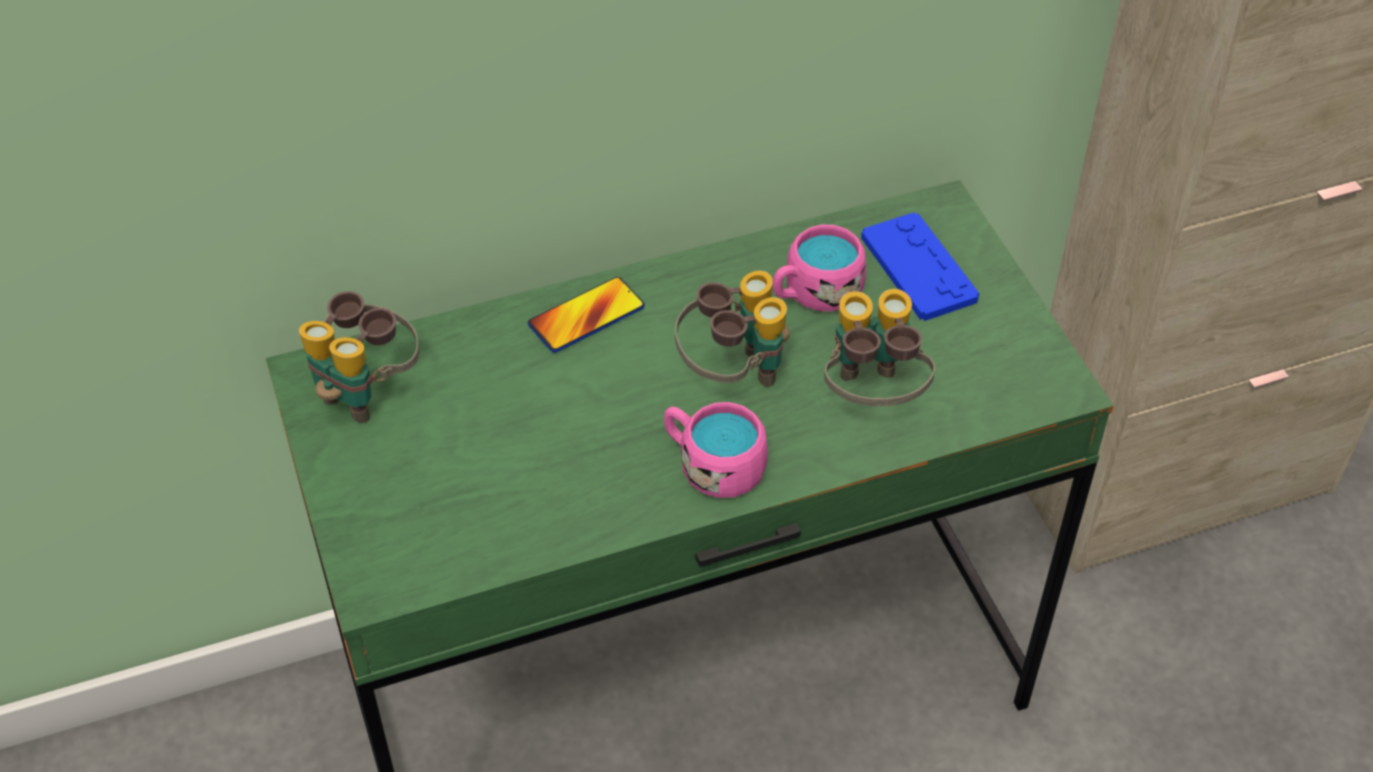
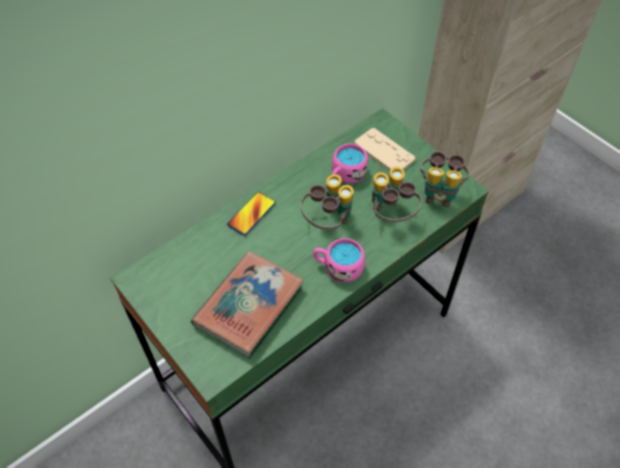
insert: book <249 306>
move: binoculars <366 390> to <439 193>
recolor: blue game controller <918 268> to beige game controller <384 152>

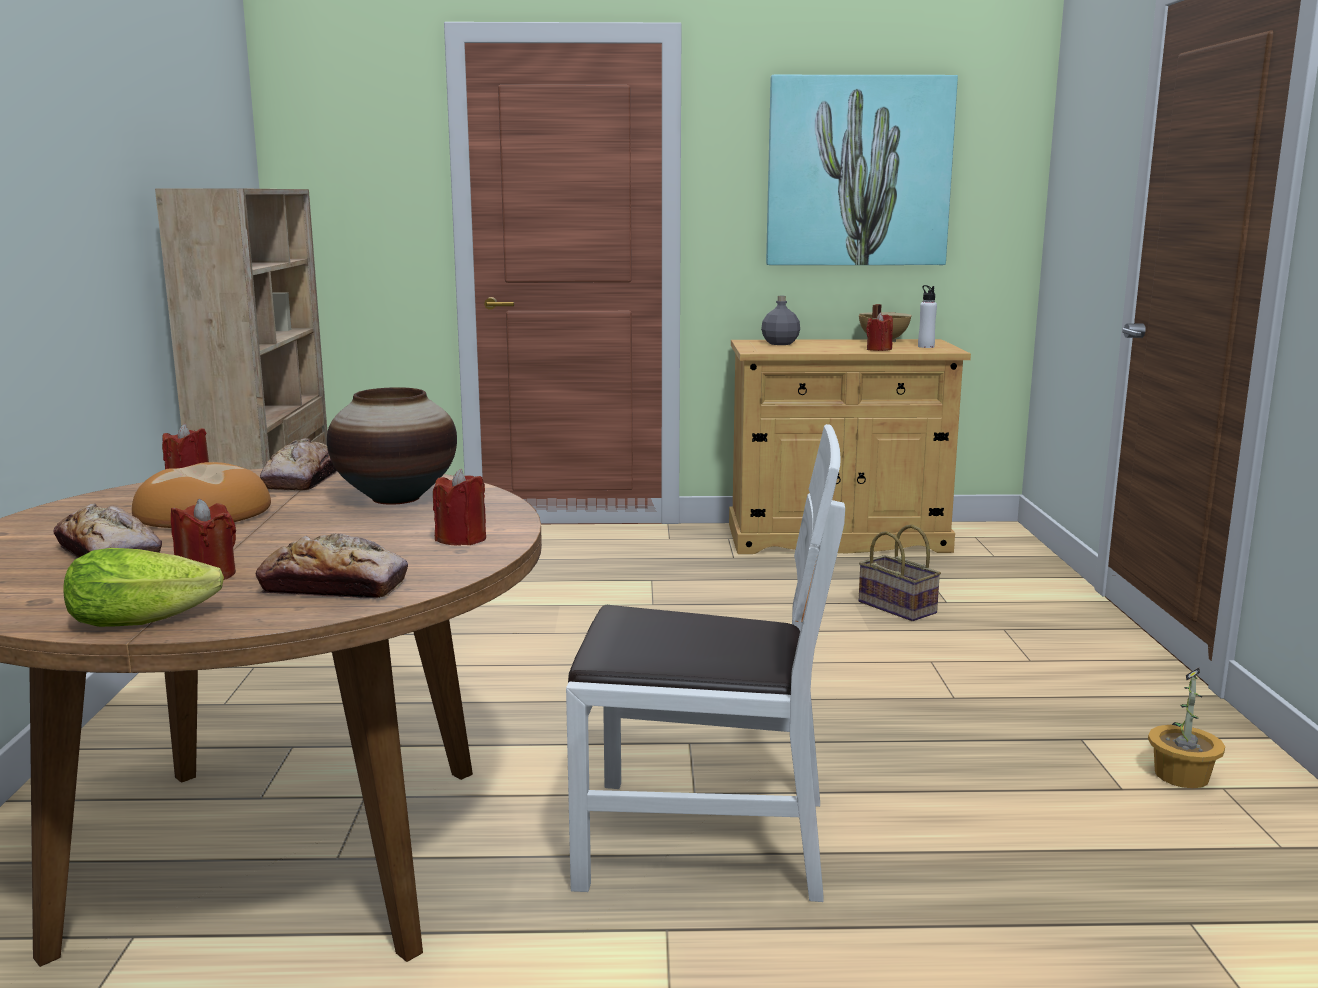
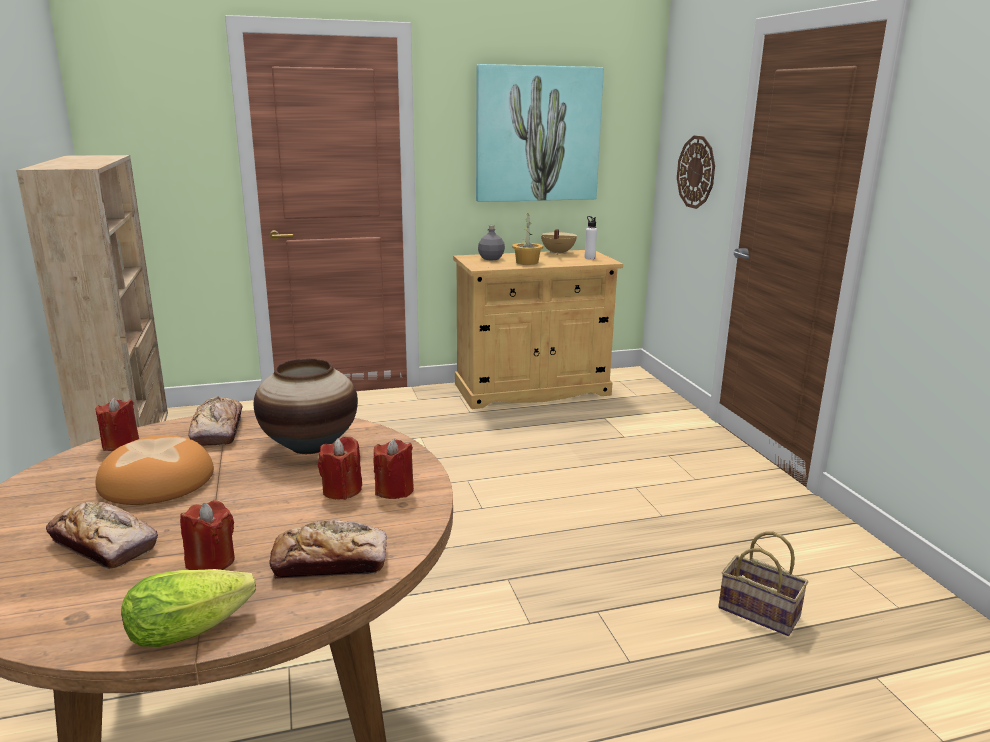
delete: white chair <702 839>
insert: wall clock <696 172>
move: red candle <879 349> to <342 490>; basket <899 607> to <761 612>; potted plant <1182 776> to <527 262>

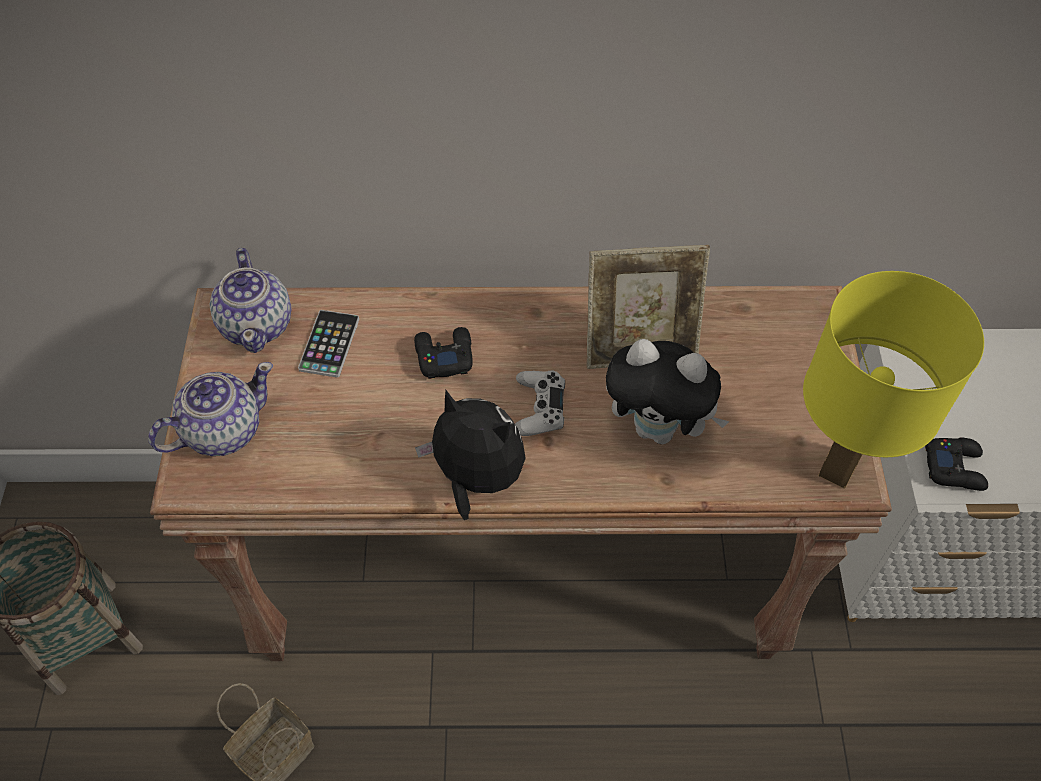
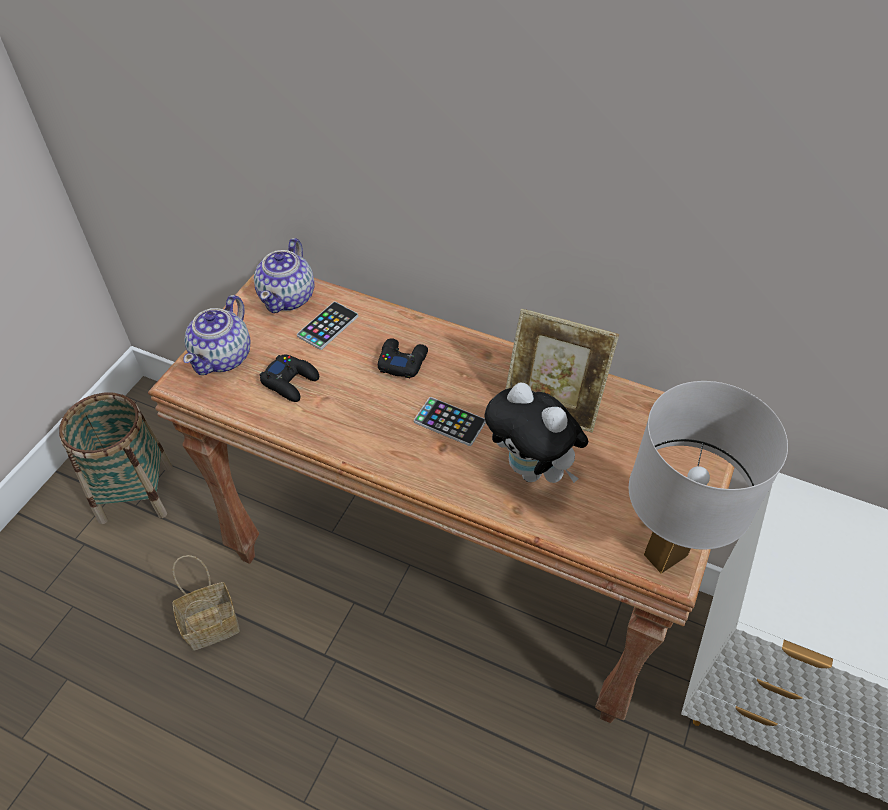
delete: plush toy <476 478>
move: black game controller <955 467> to <291 382>
replace: white game controller <539 408> to phone <449 422>
recolor: yellow table lamp <839 468> to white table lamp <665 556>
rotate: teapot <222 430> = <223 357> 120 degrees clockwise

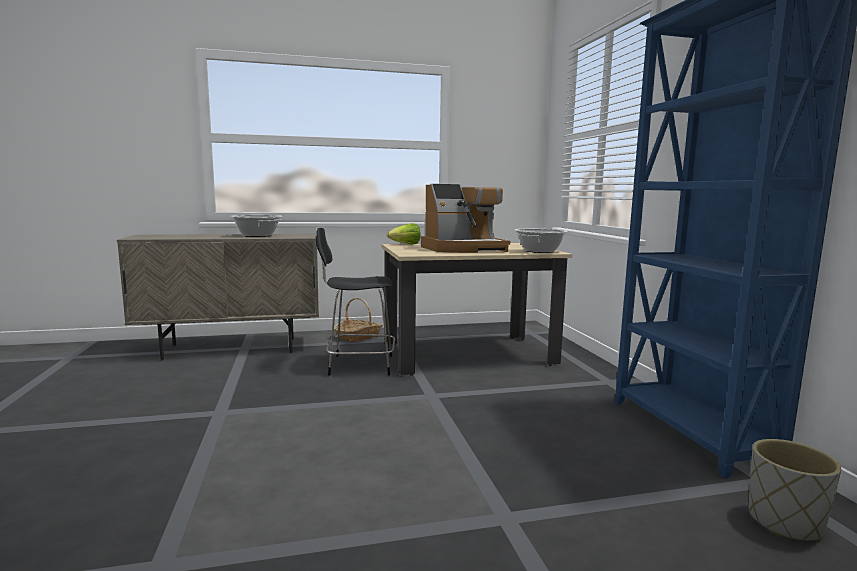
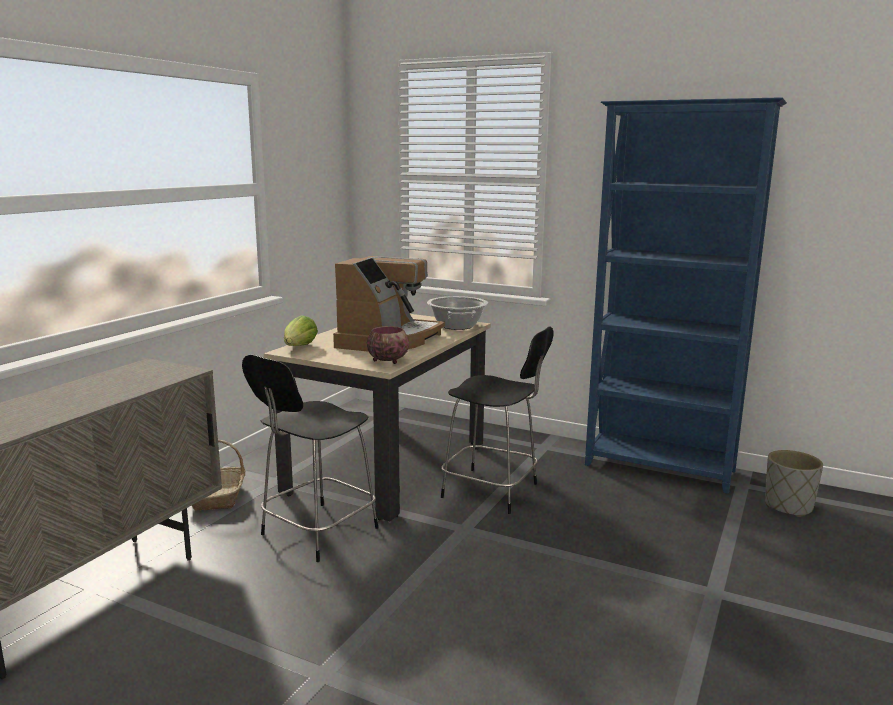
delete: cooking pot <257 235>
insert: bowl <388 361>; black chair <493 491>

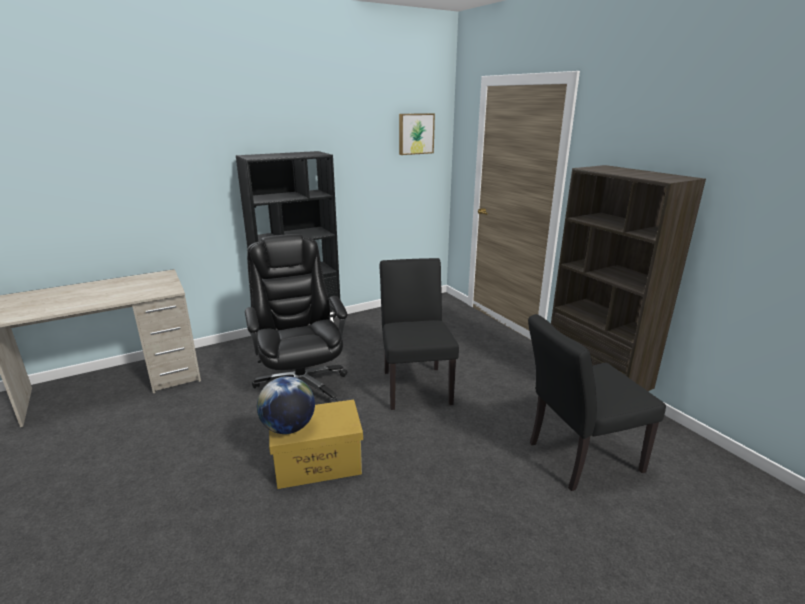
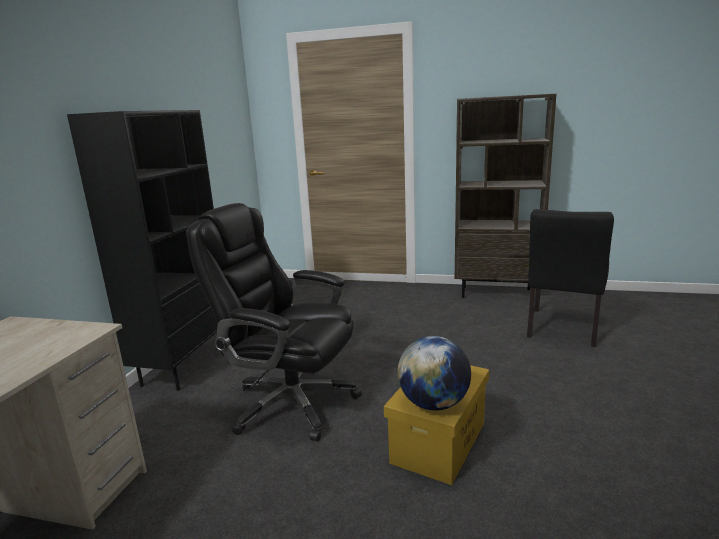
delete: picture <415 134>; black chair <415 383>

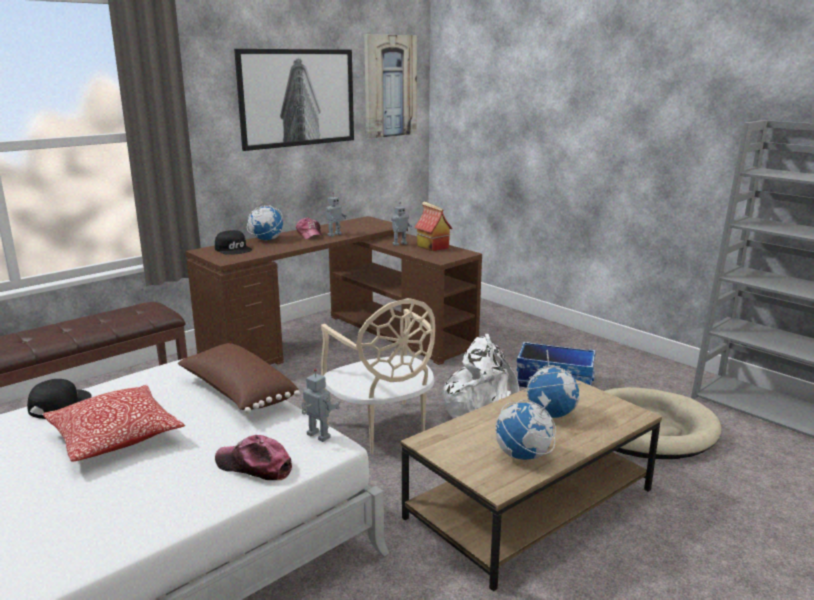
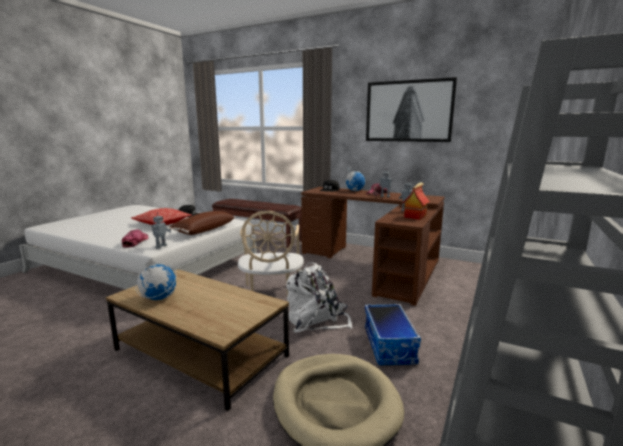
delete: picture <390 86>; globe <551 414>
rotate: beige chair <381 429> = <271 294> 45 degrees counterclockwise

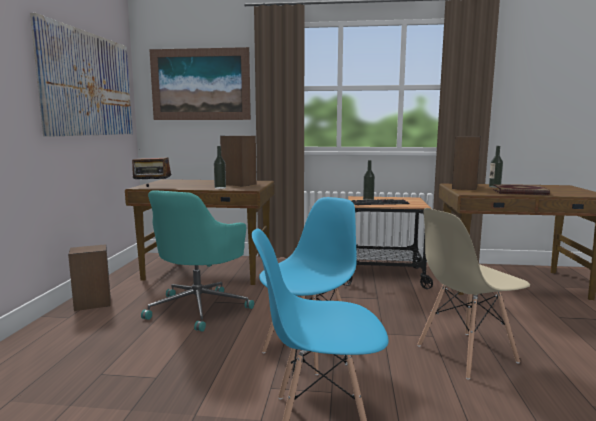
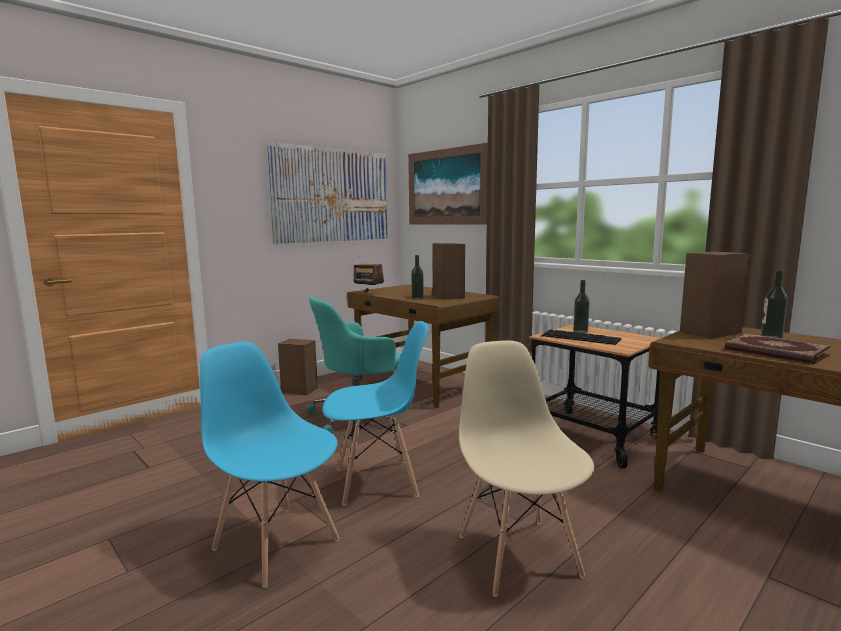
rotate: beige chair <465 354> = <518 554> 60 degrees clockwise

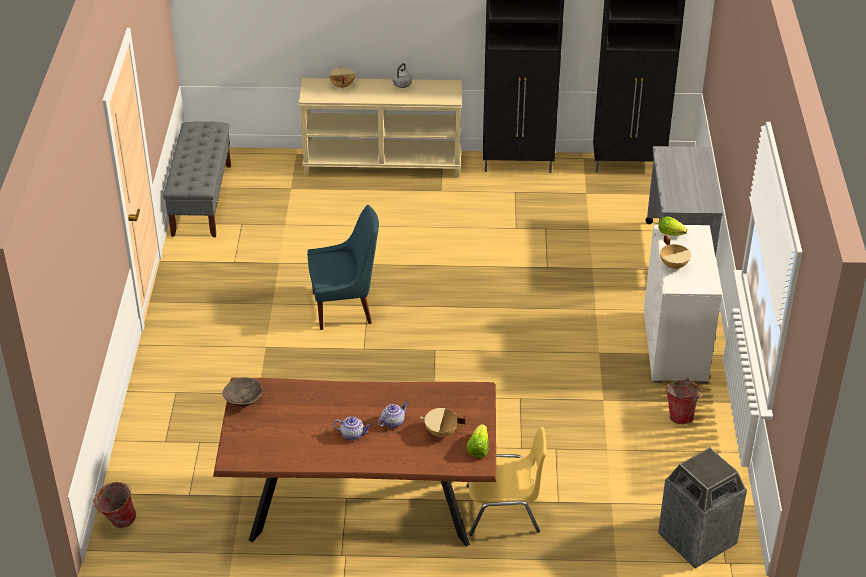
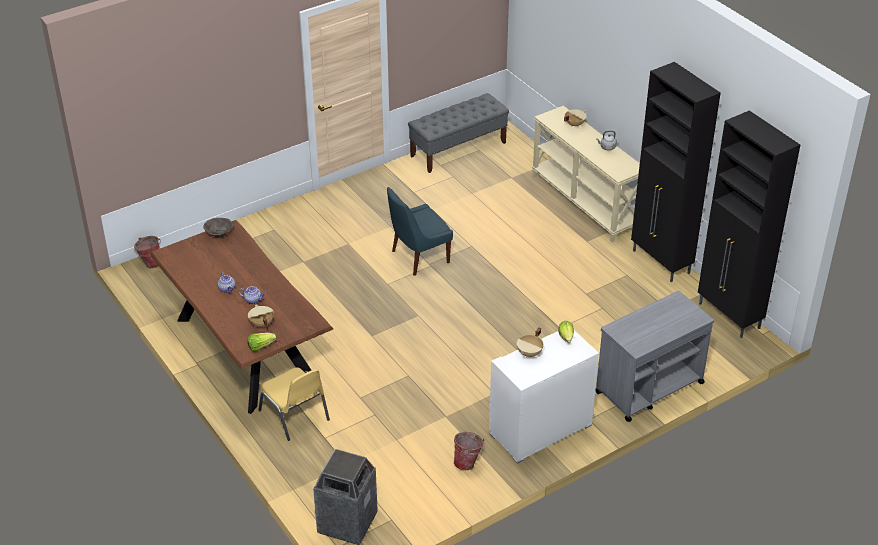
rotate: blue chair <345 308> = <418 257> 105 degrees clockwise

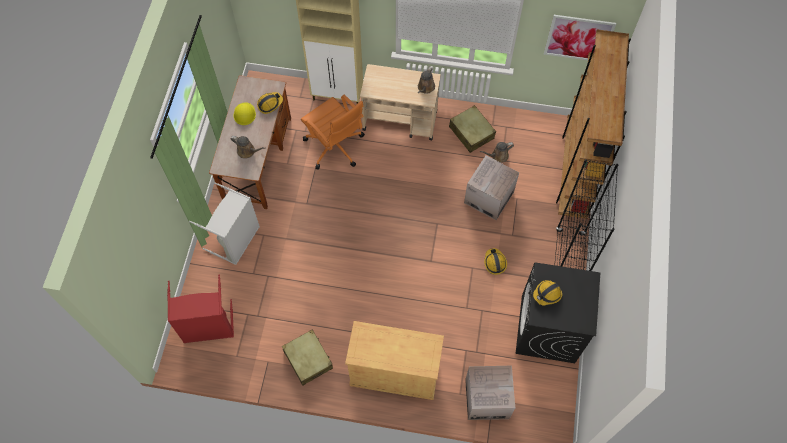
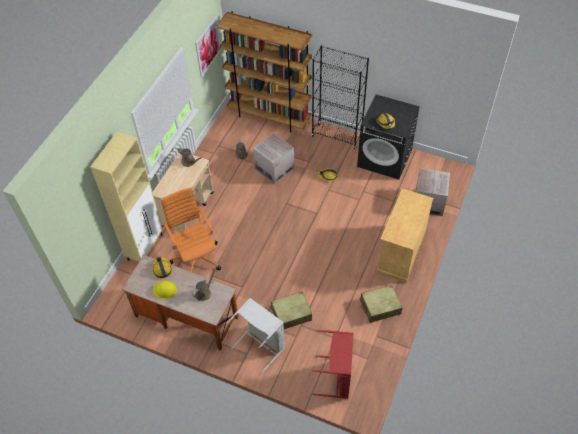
move: beige suitcase <471 133> to <291 314>
rotate: orange office chair <335 147> = <196 257> 90 degrees counterclockwise

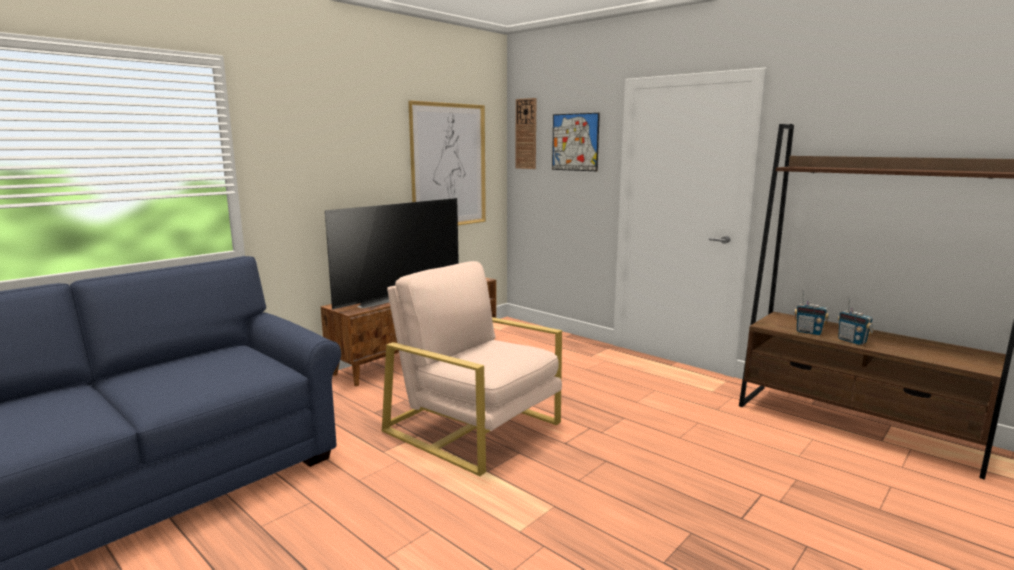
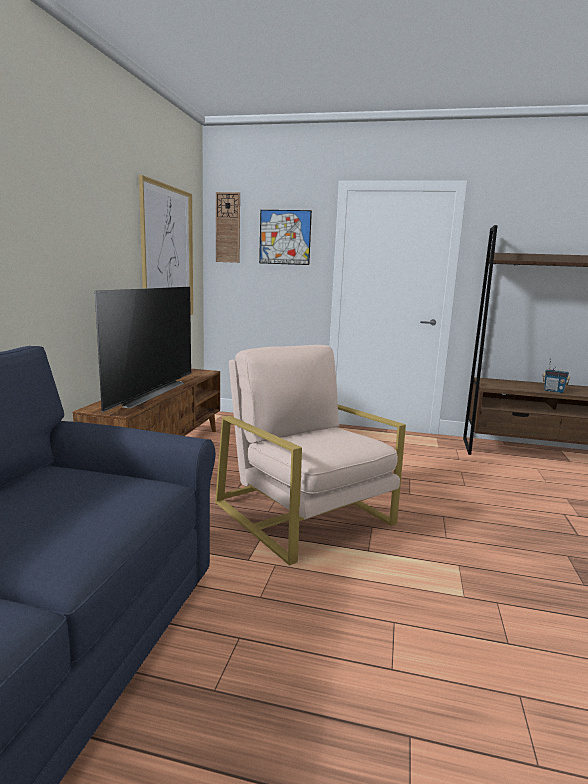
delete: radio <808 332>
rotate: beige armchair <474 427> = <305 513> 45 degrees clockwise

